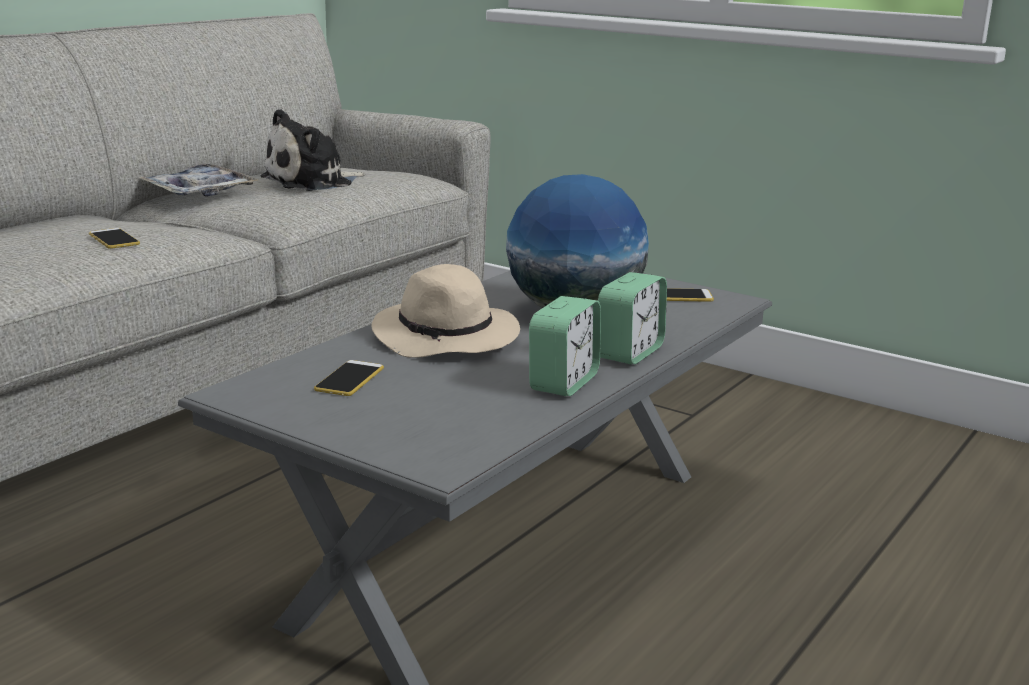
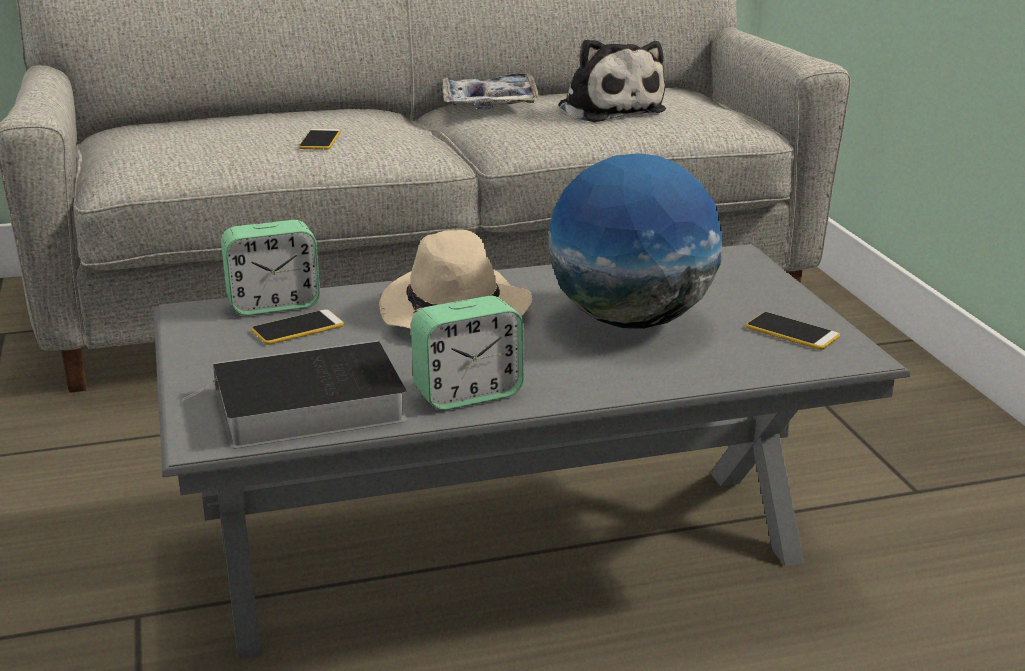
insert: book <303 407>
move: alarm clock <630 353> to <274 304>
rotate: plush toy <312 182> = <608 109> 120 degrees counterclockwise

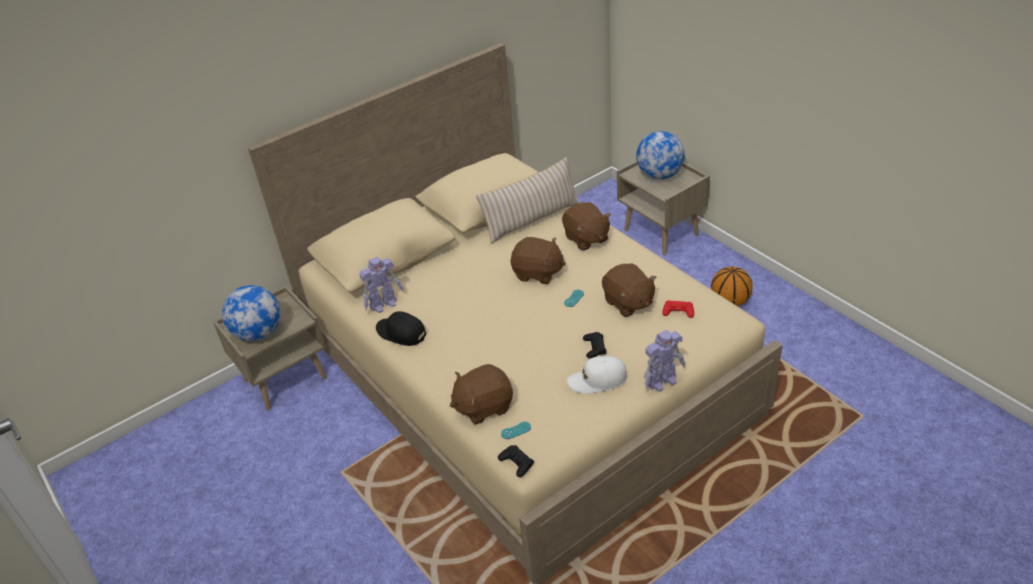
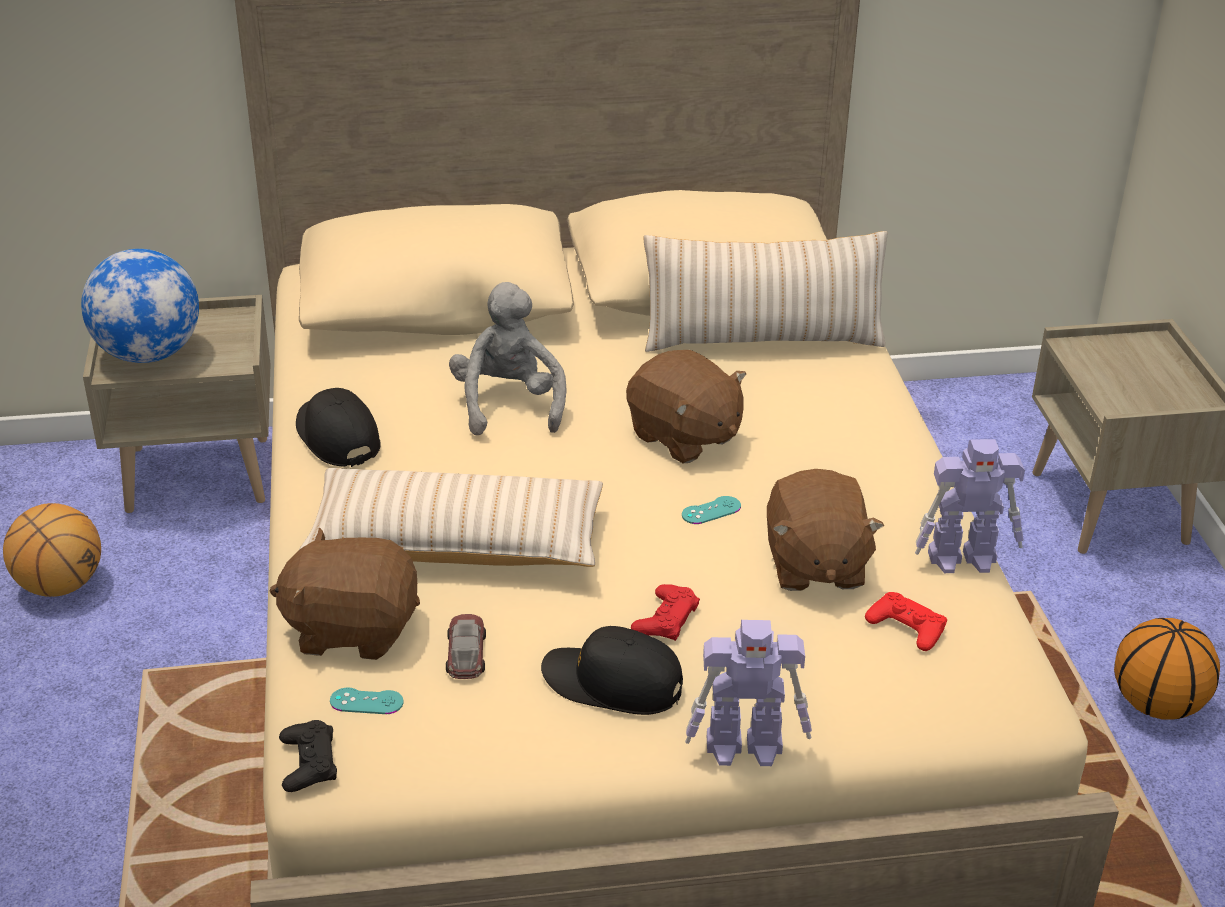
delete: globe <659 175>; brown plush toy <586 239>
insert: grey plush toy <508 404>; beige pillow <457 543>; basketball <60 586>; toy car <466 653>
move: toy robot <384 304> to <964 558>
recolor: black game controller <594 347> to red game controller <665 619>; white cap <597 380> to black cap <612 683>

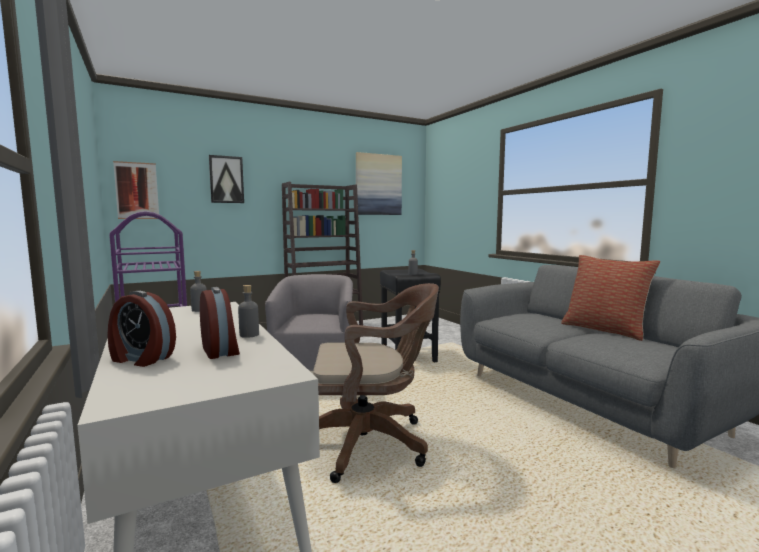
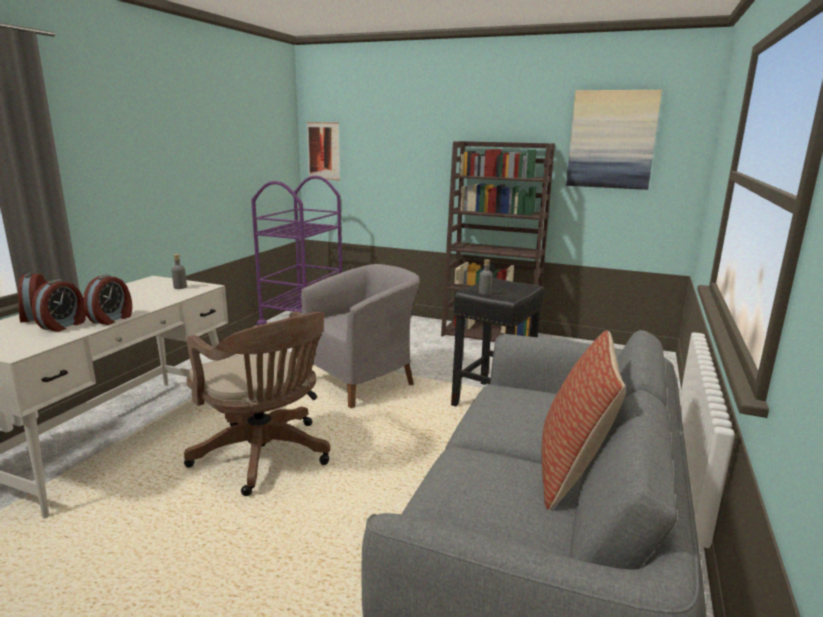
delete: picture <226 179>
replace: grey bottle <249 335> to alarm clock <112 319>

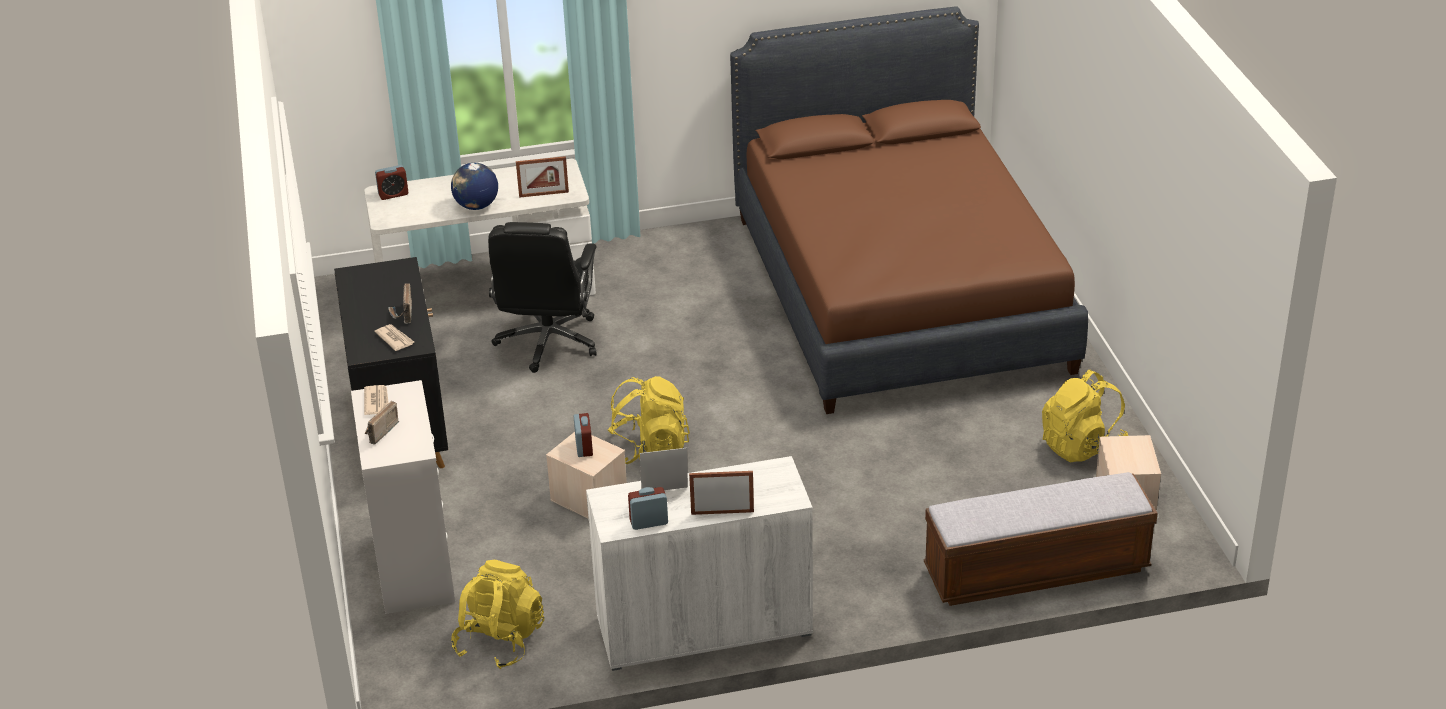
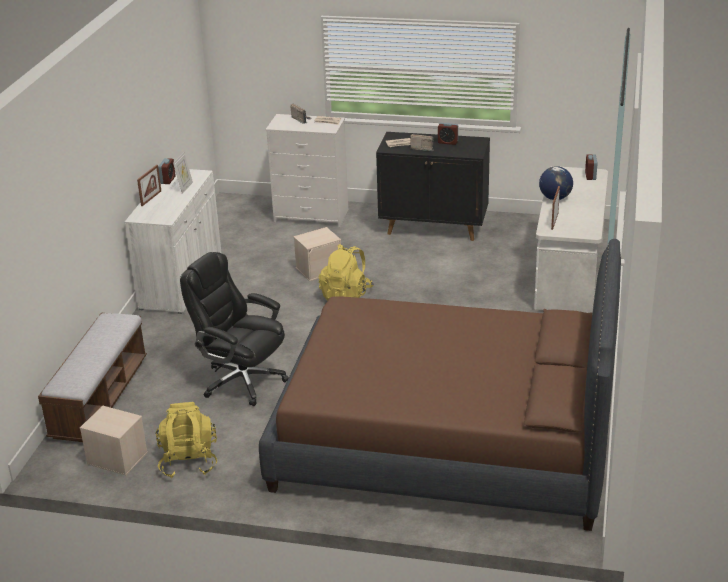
delete: yellow backpack <500 641>
move: black office chair <548 342> to <242 380>; alarm clock <584 447> to <448 142>

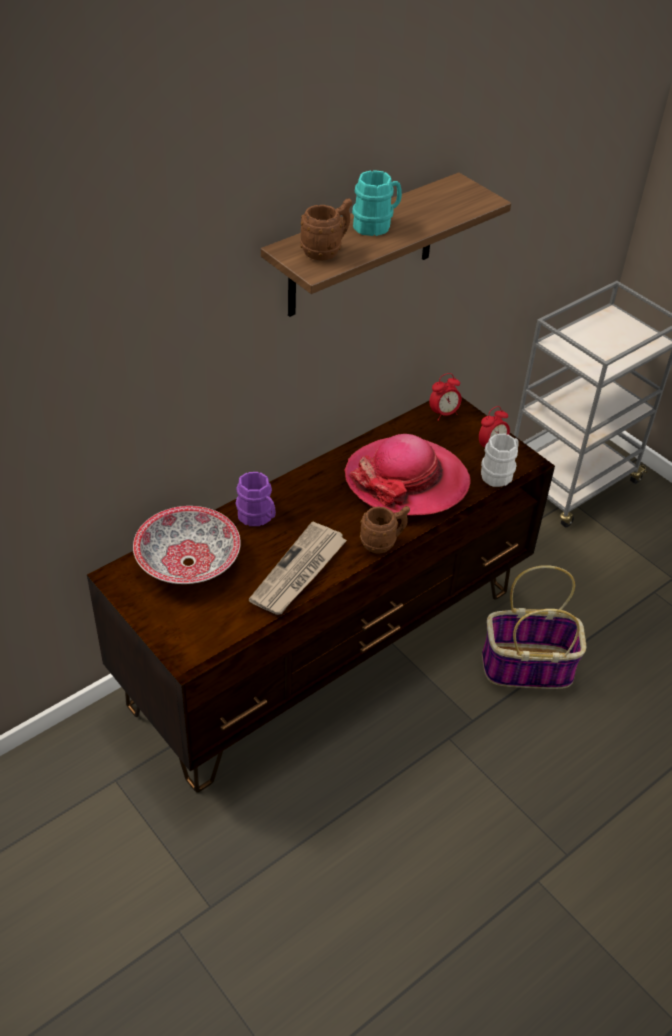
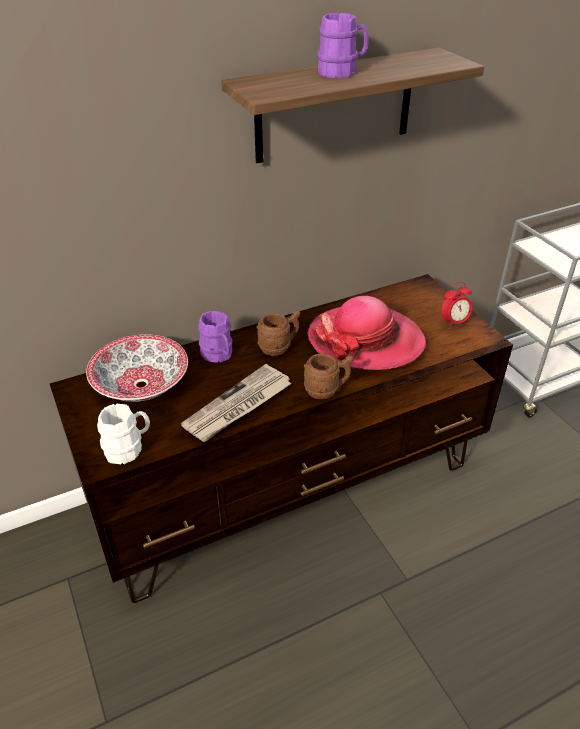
delete: alarm clock <443 414>; basket <526 667>
move: brown mug <326 251> to <279 347>; white mug <499 473> to <128 448>
recolor: turquoise mug <376 224> to purple mug <342 71>

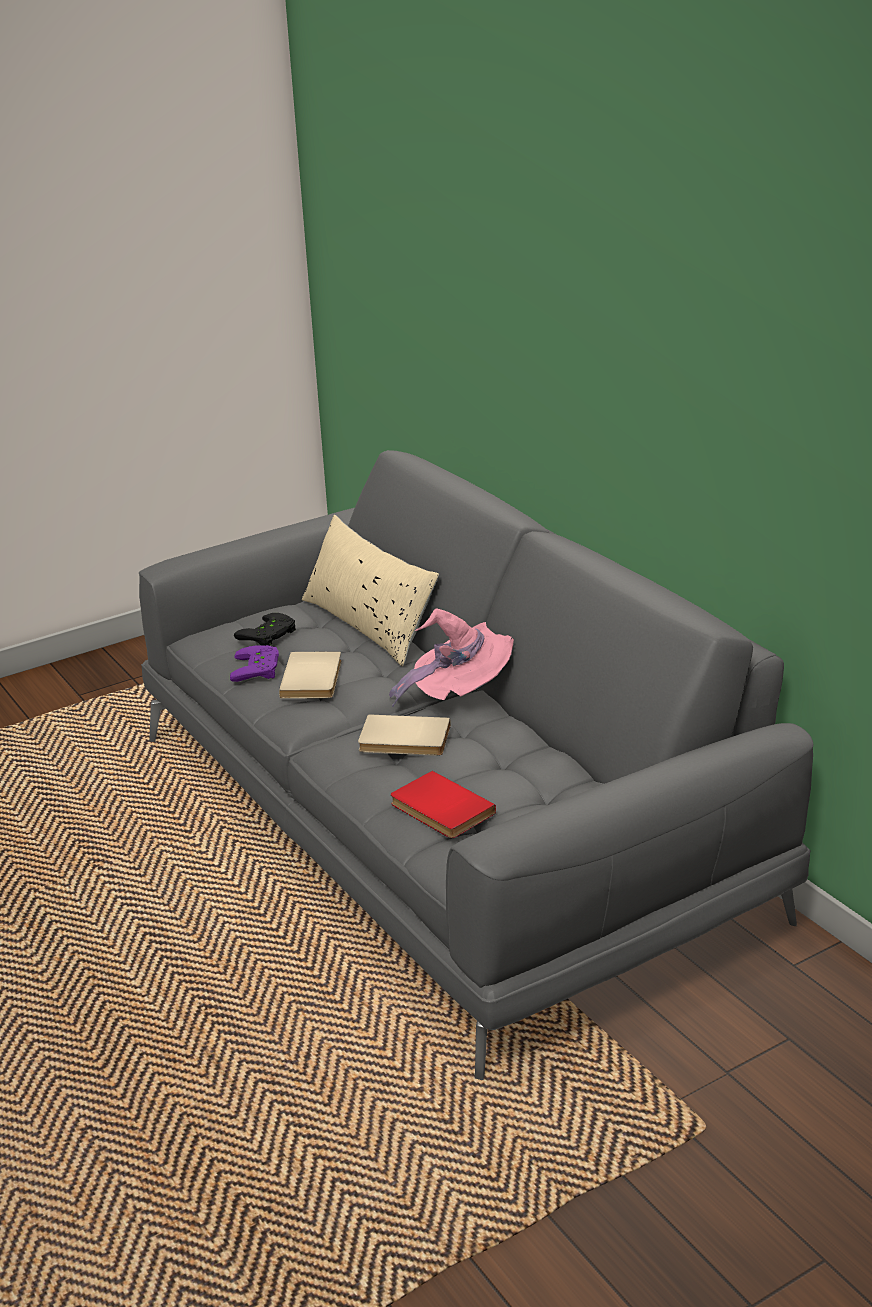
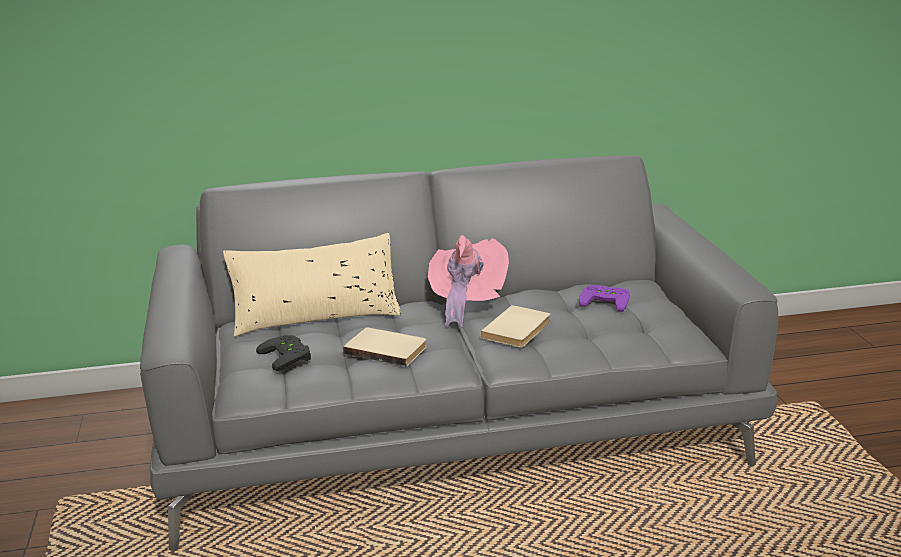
delete: red book <439 810>
move: purple game controller <259 668> to <606 301>

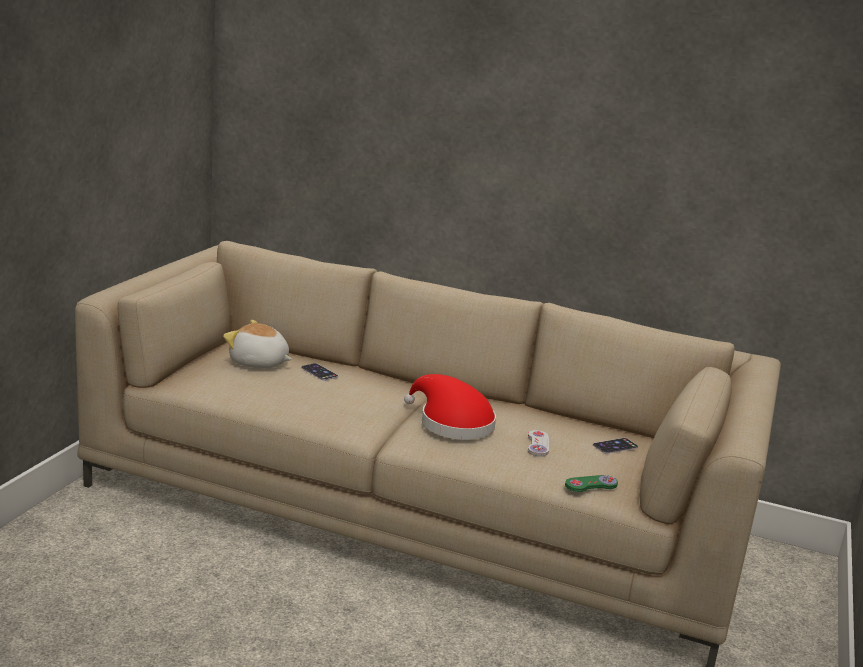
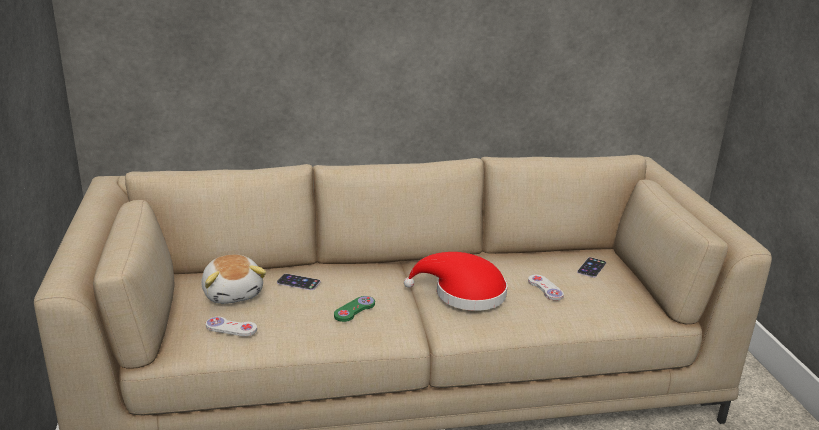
insert: white game controller <231 328>
move: green game controller <591 485> to <354 310>
rotate: plush toy <258 363> = <233 293> 105 degrees counterclockwise

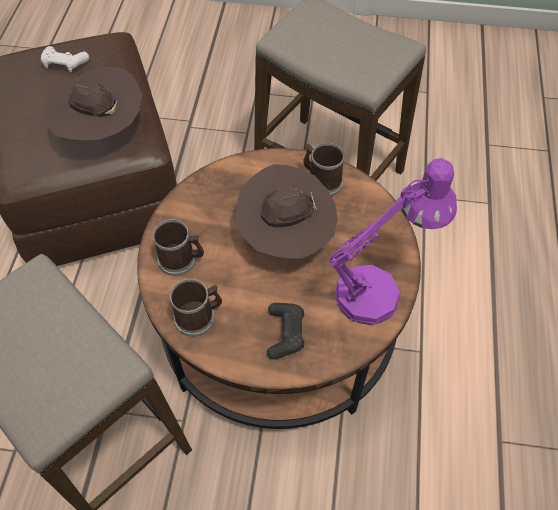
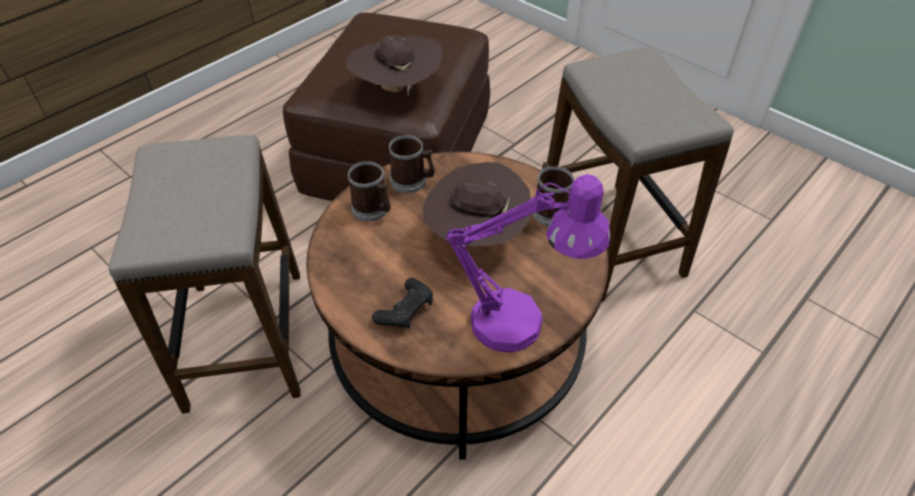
delete: white game controller <65 64>
move: mug <199 316> to <412 181>

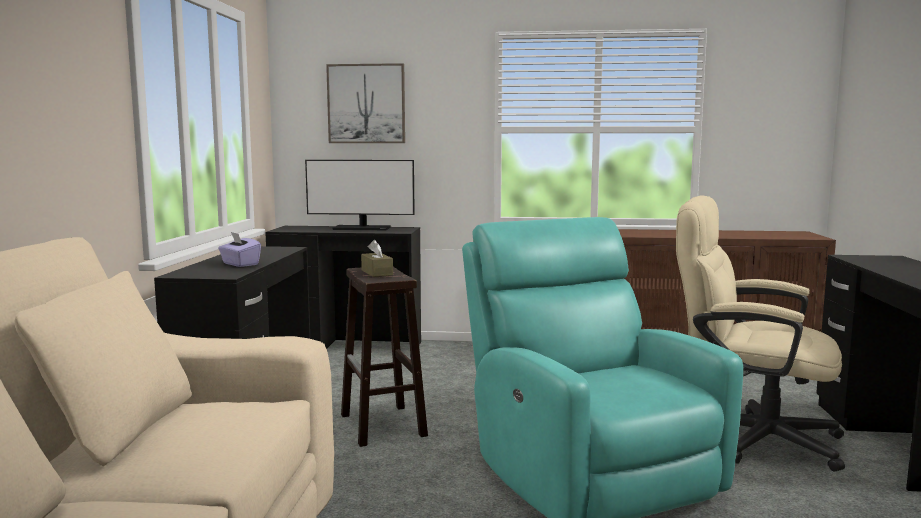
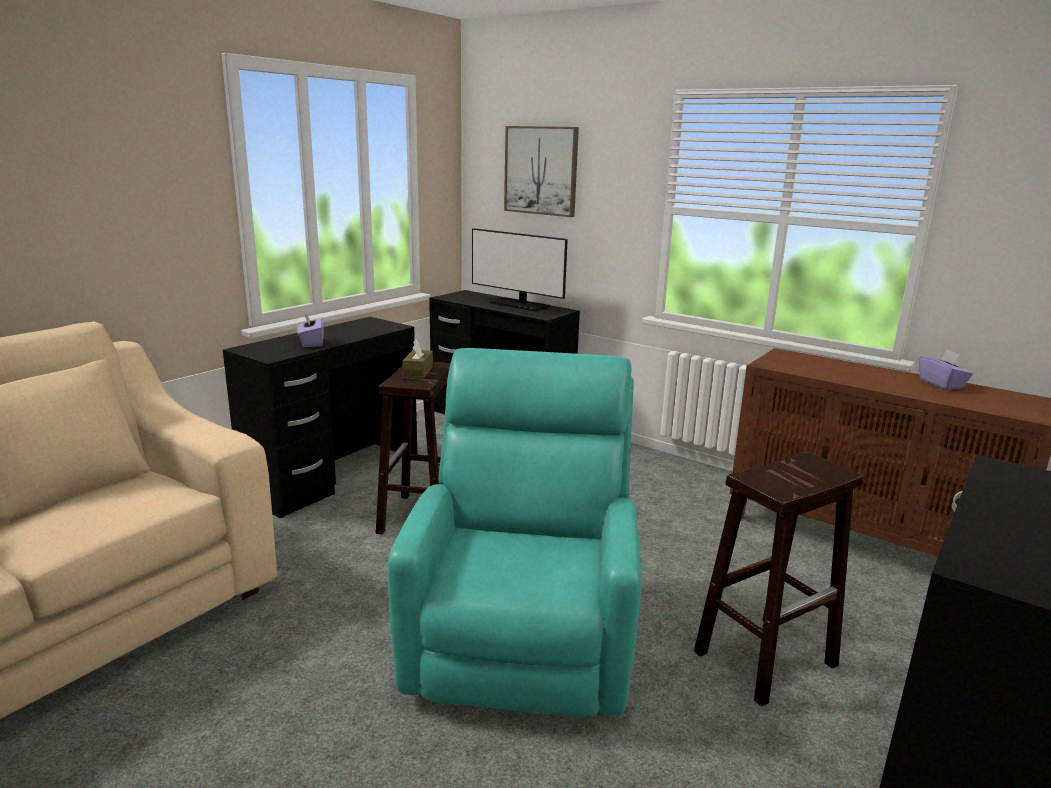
insert: purple tissue box <941 384>
replace: beige office chair <749 437> to brown stool <766 657>

